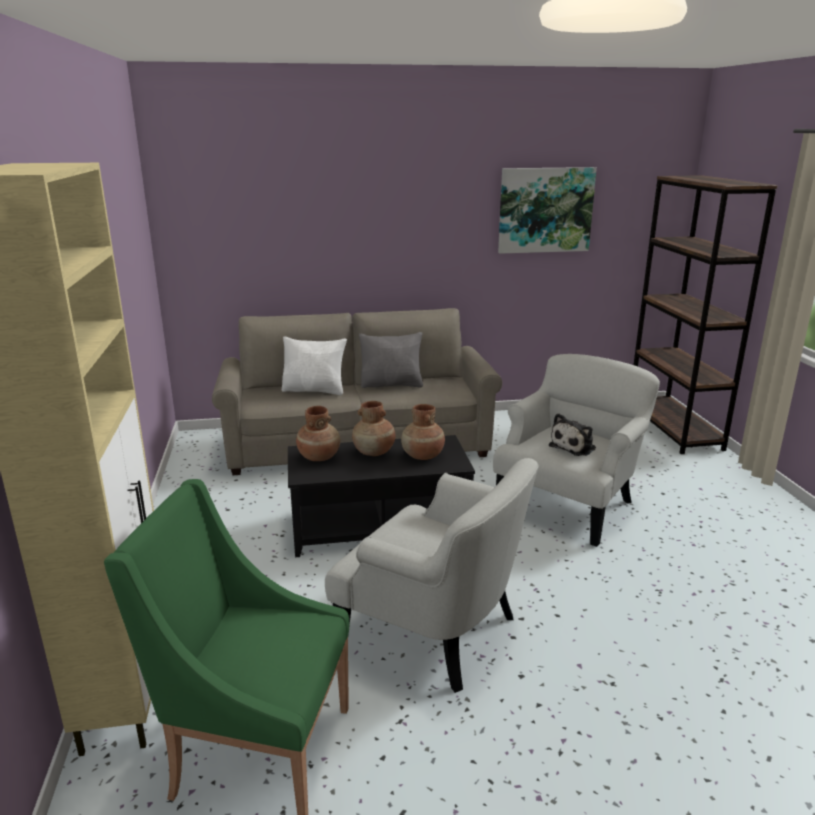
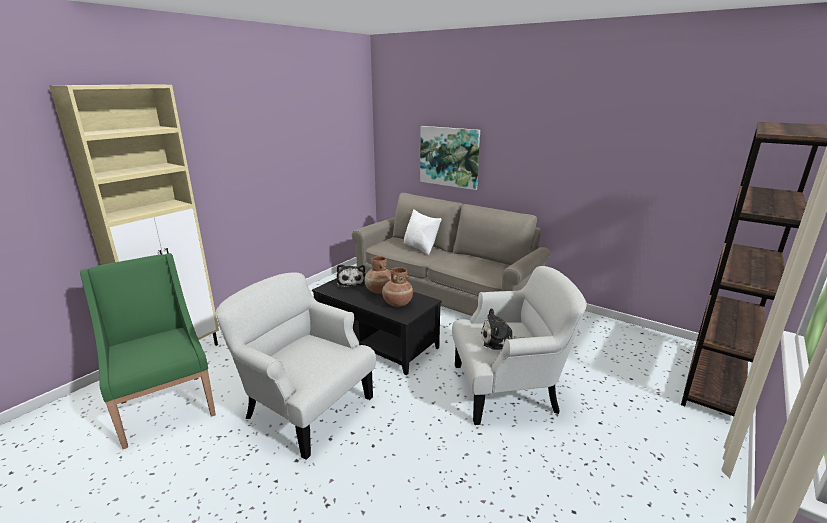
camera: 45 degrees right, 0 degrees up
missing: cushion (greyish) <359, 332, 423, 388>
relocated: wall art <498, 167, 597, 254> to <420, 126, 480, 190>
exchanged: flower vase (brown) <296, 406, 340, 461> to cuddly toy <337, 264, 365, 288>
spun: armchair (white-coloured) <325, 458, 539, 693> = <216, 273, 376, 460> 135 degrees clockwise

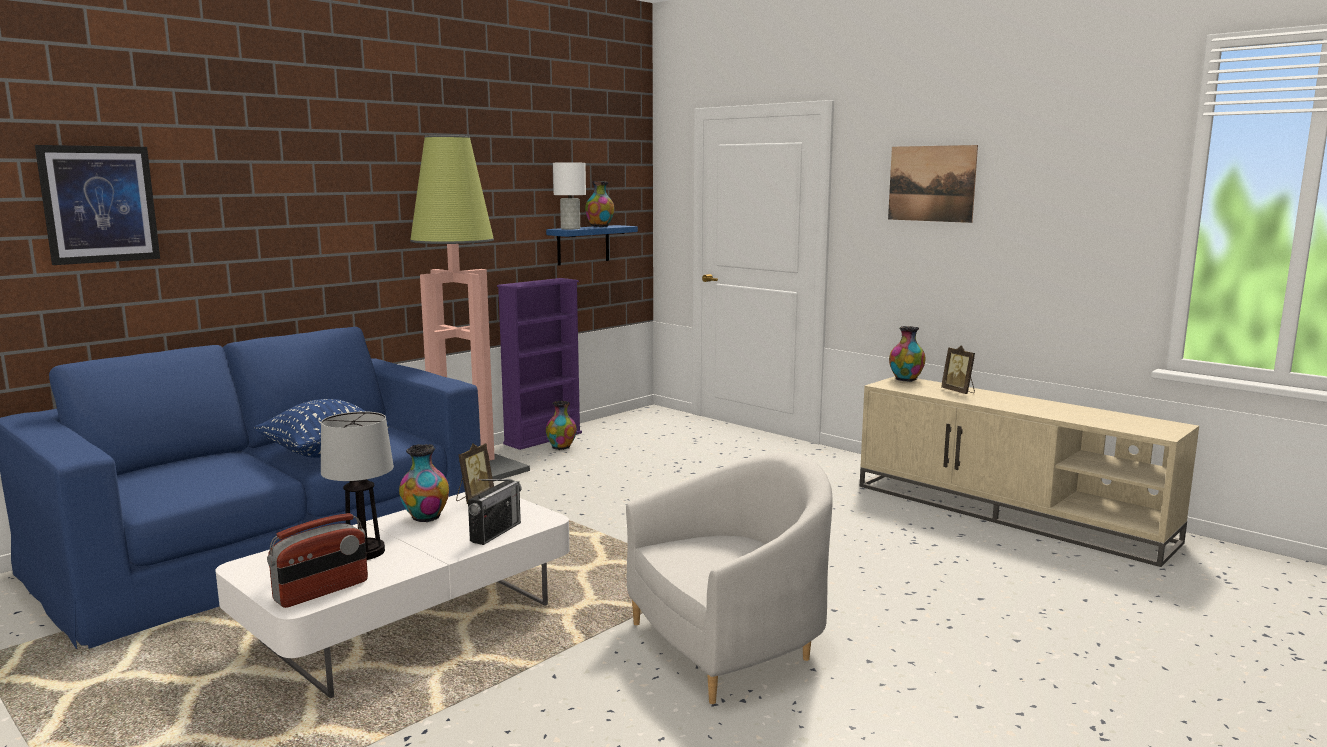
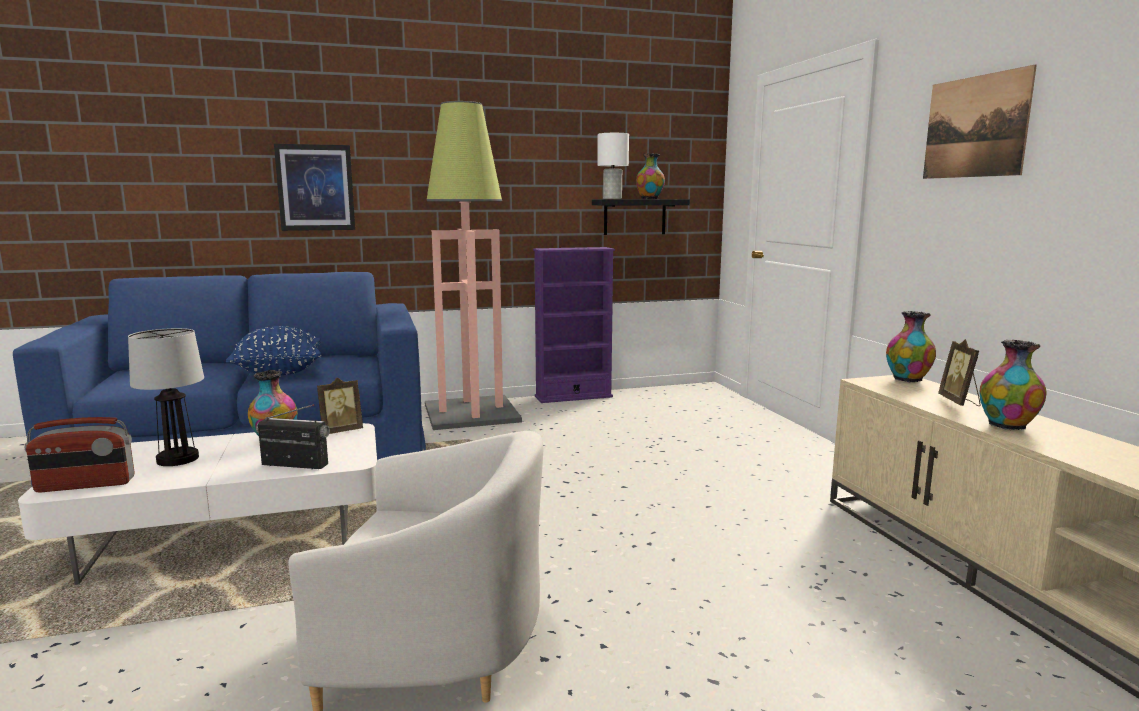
camera: 30 degrees right, 0 degrees up
relocated: wall art <35, 145, 160, 265> to <274, 144, 355, 231>; flower vase <546, 401, 577, 450> to <980, 340, 1046, 430>
colour: shelf (bluish) <546, 225, 638, 266> to shelf (black-coloured) <592, 199, 690, 235>
spun: radio <468, 479, 522, 545> = <256, 404, 330, 469> 135 degrees counterclockwise

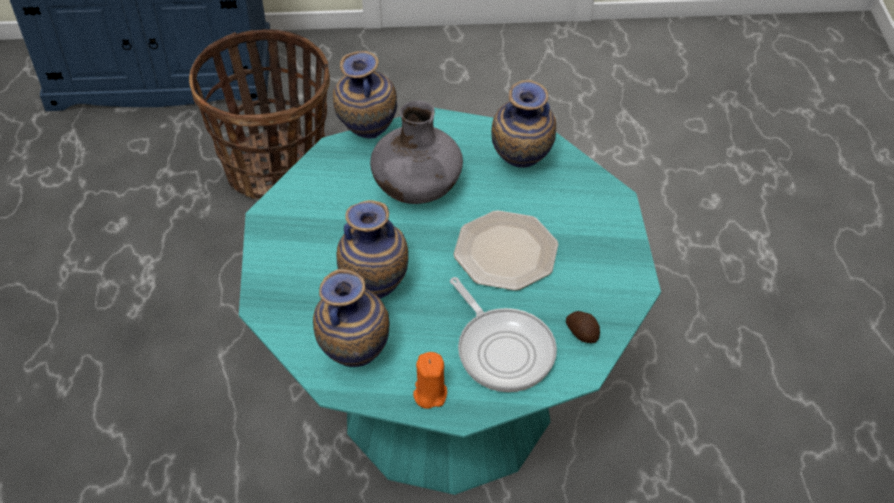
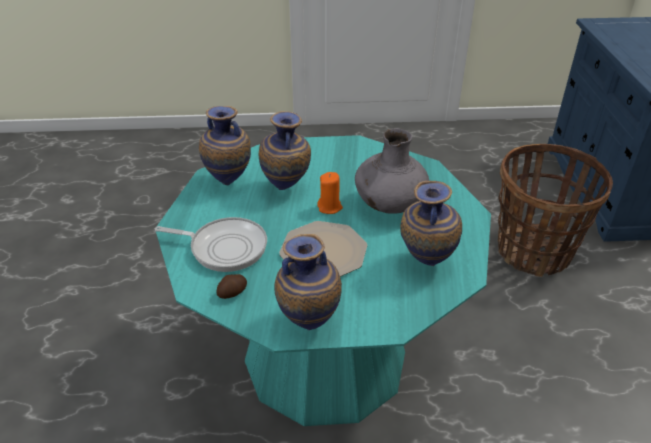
camera: 90 degrees right, 10 degrees down
relocated: flower vase <333, 51, 397, 138> to <274, 234, 342, 330>; candle (orange-coloured) <413, 352, 447, 409> to <318, 172, 343, 214>
spun: frying pan <450, 277, 557, 392> = <155, 217, 267, 272> 135 degrees counterclockwise

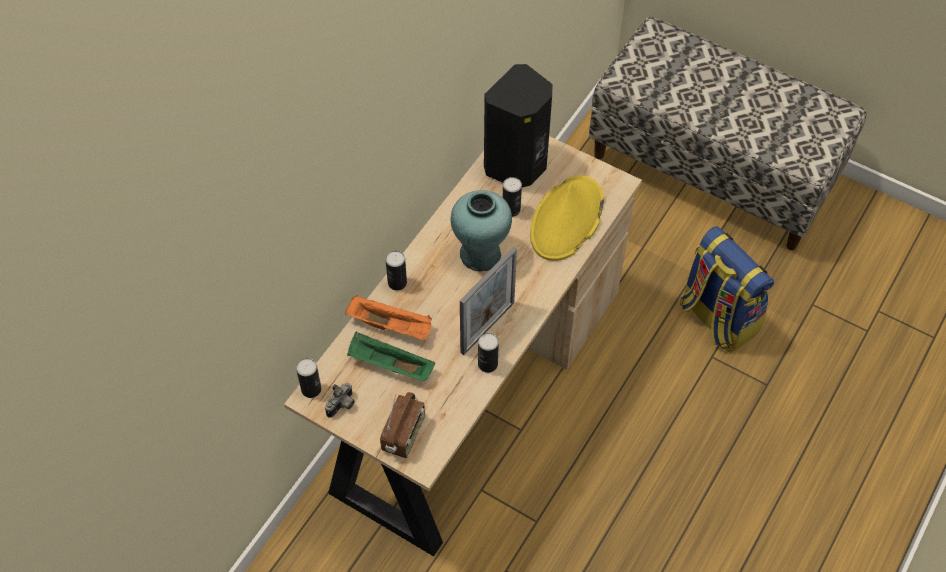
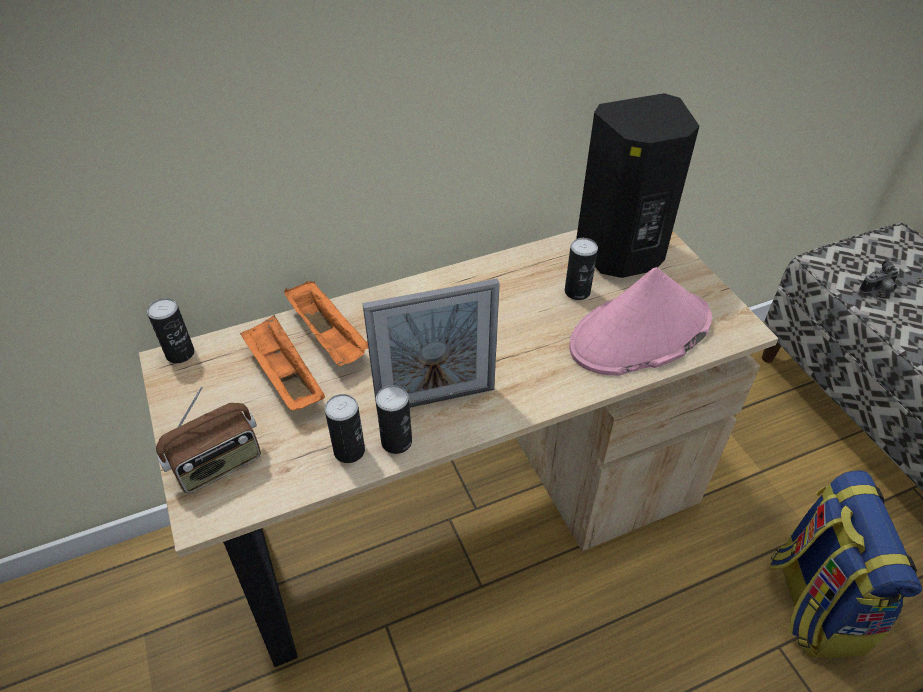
camera: 35 degrees right, 10 degrees down
missing: flower vase (blue-green) <451, 190, 512, 272>
relocated: still camera <325, 383, 355, 418> to <859, 259, 899, 293>; metal can <385, 250, 407, 290> to <325, 394, 365, 463>
colour: serving tray (greenish) <347, 332, 435, 381> to serving tray (orange-coloured) <240, 315, 325, 411>; wearable hat (yellowish) <530, 175, 604, 261> to wearable hat (pink-coloured) <569, 267, 712, 375>

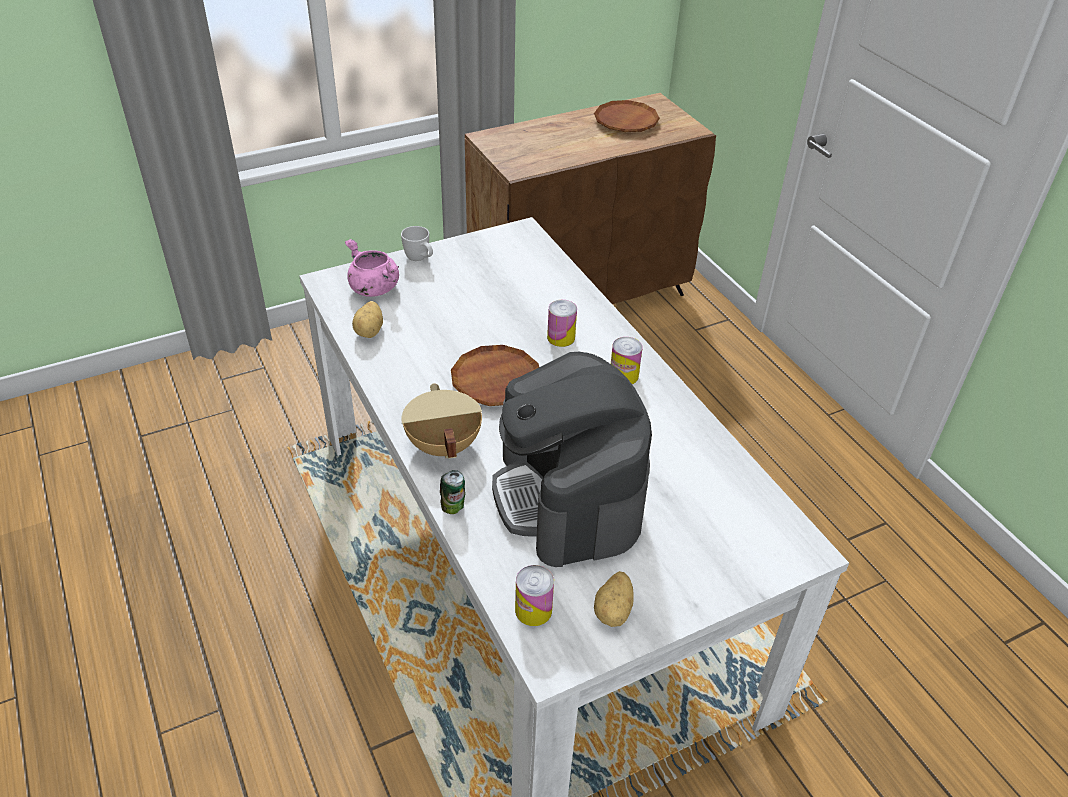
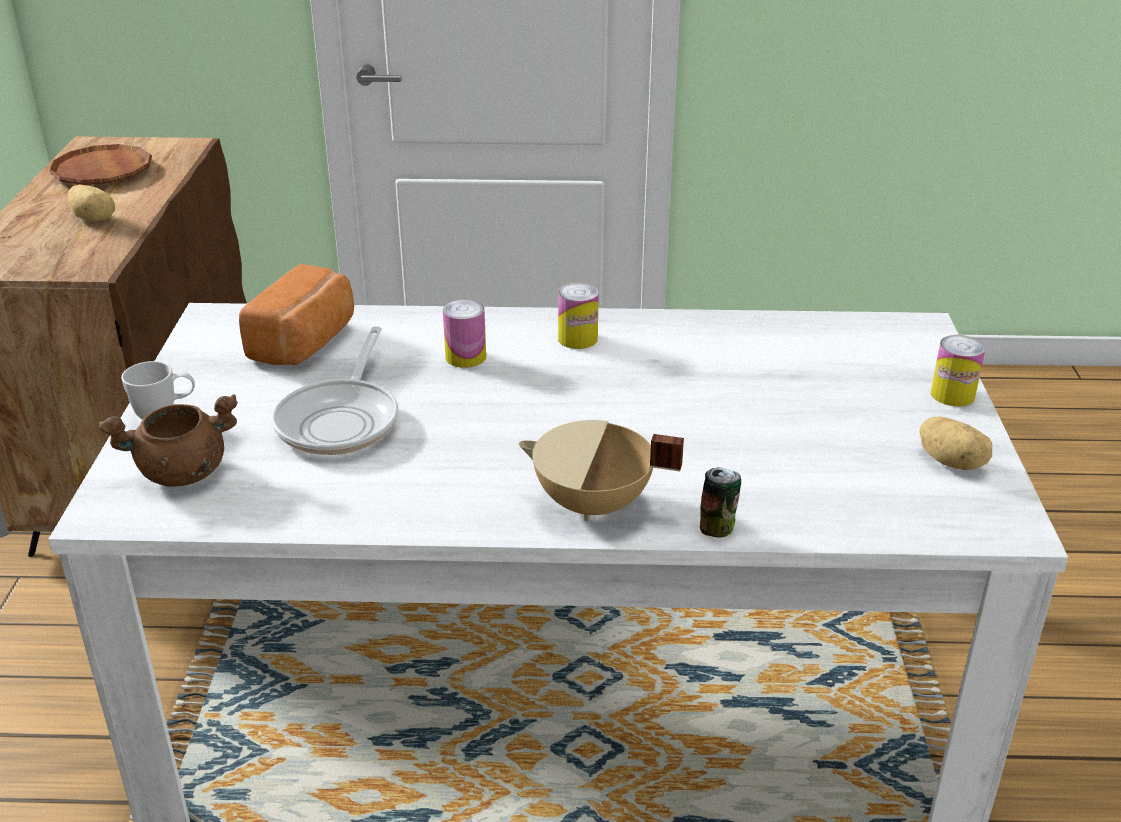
camera: 60 degrees left, 10 degrees down
missing: plate (brown) <451, 345, 539, 406>; coffee maker <492, 352, 652, 567>
appeared: bread <239, 264, 354, 365>; frying pan <272, 326, 398, 455>
relocated: whole potato <352, 301, 383, 338> to <68, 185, 115, 221>; metal can <515, 565, 554, 626> to <931, 335, 985, 407>
colour: saucepot (pink-coloured) <345, 239, 399, 297> to saucepot (brown) <99, 394, 238, 487>

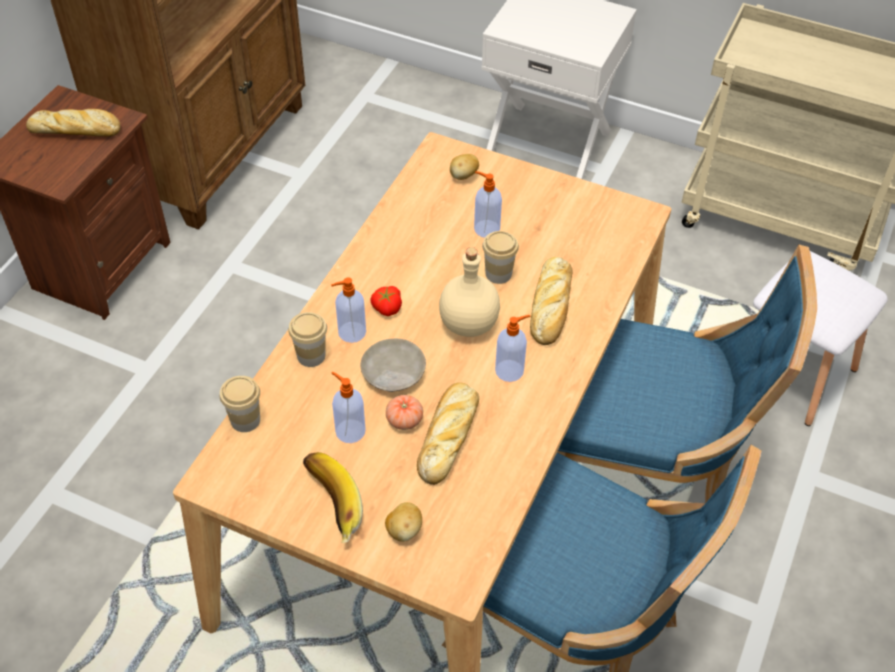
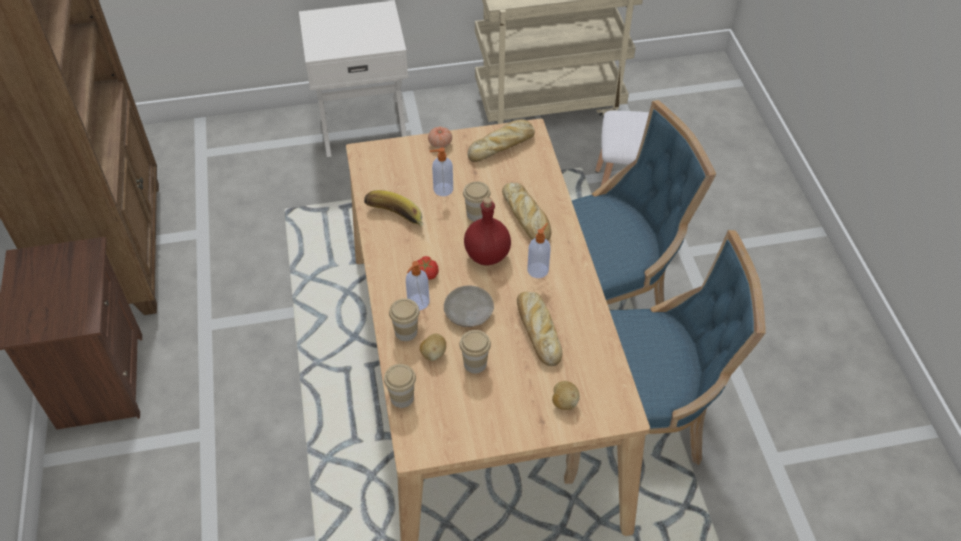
camera: 35 degrees left, 0 degrees up
relocated: bread <26, 109, 121, 137> to <467, 120, 535, 162>; banana <303, 452, 363, 543> to <364, 190, 424, 226>; fresh tomato <386, 395, 423, 430> to <428, 127, 452, 148>; whole potato <450, 154, 479, 180> to <420, 334, 446, 361>
exchanged: soap dispenser <332, 372, 366, 443> to cup <460, 330, 491, 373>
colour: drink bottle (sand-coloured) <439, 247, 500, 337> to drink bottle (reddish) <464, 197, 511, 265>

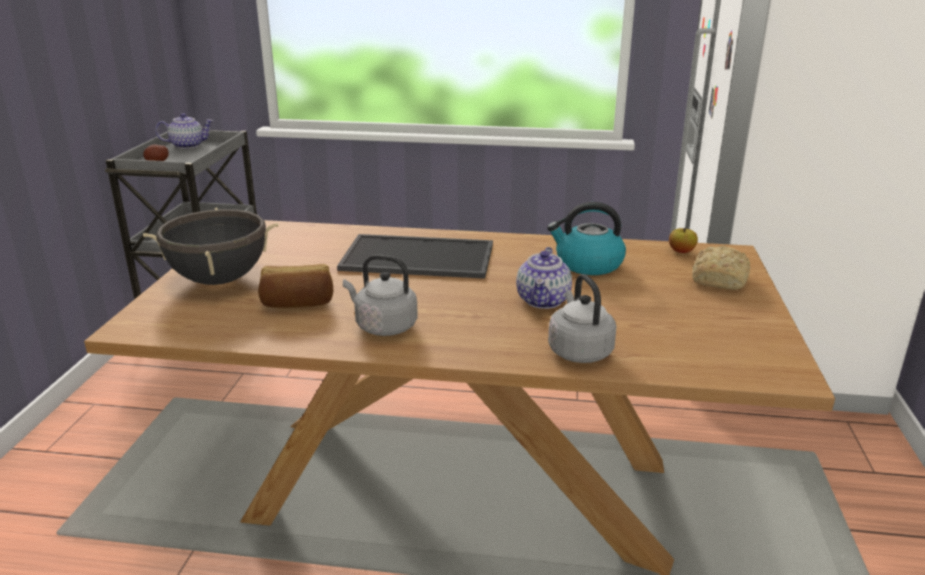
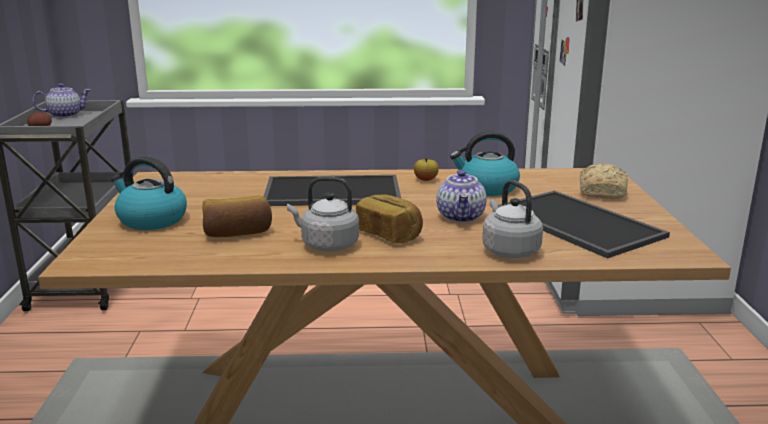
camera: 10 degrees left, 5 degrees down
appeared: bread <356, 195, 423, 244>; serving tray <498, 191, 670, 259>
relocated: apple fruit <669, 228, 698, 253> to <414, 158, 439, 181>
exchanged: saucepot (black-coloured) <143, 207, 279, 285> to kettle <111, 156, 187, 230>

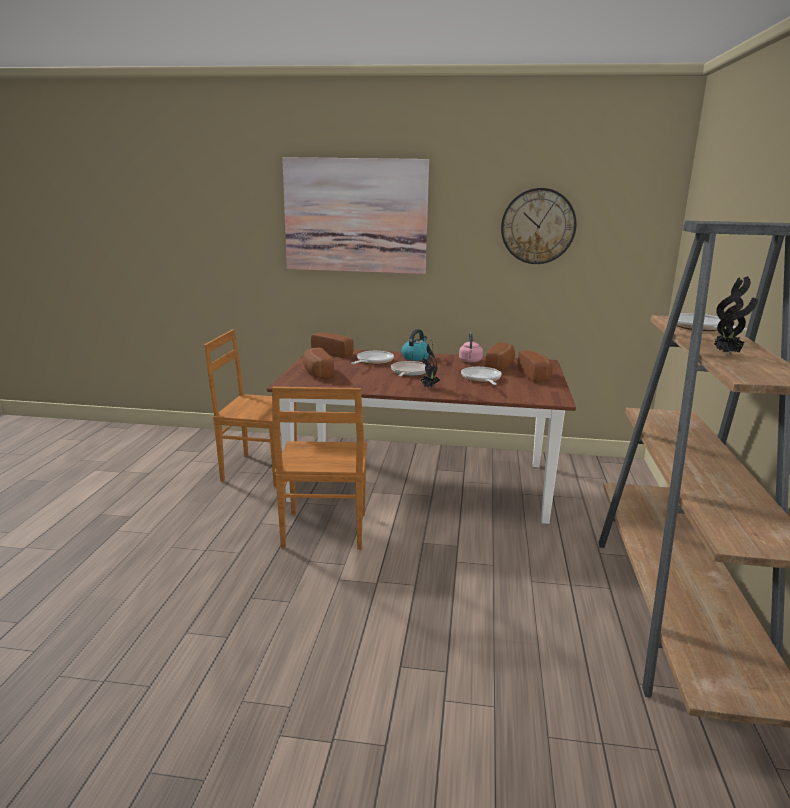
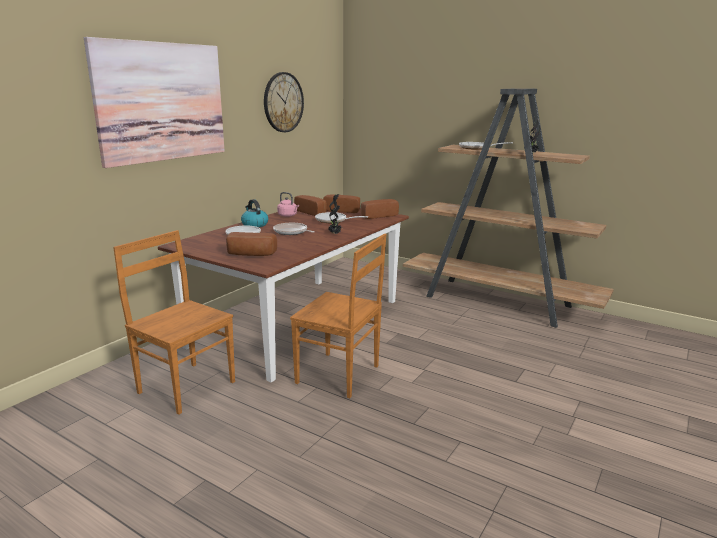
camera: 65 degrees left, 0 degrees up
relocated: bread <311, 333, 354, 358> to <361, 199, 399, 219>
spun: plain chair (brown) <204, 329, 297, 487> = <113, 230, 235, 414> 90 degrees clockwise

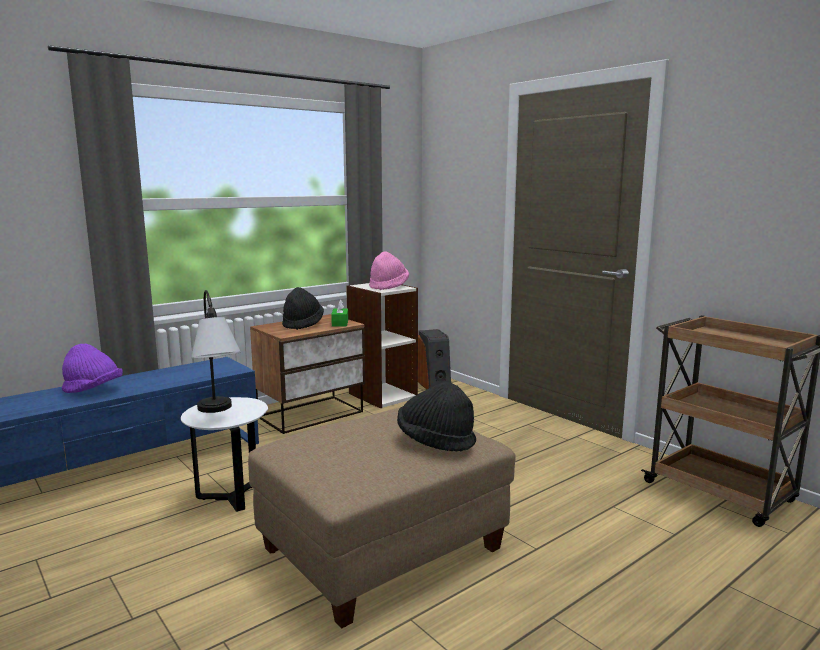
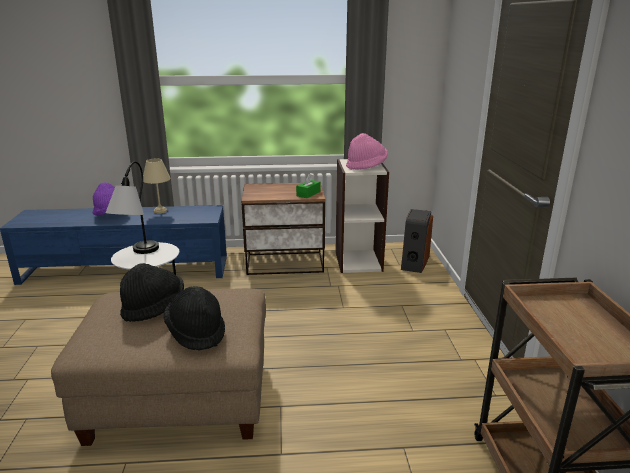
camera: 35 degrees right, 10 degrees up
appeared: table lamp (sand-coloured) <143, 158, 171, 214>
relocated: wearable hat (black-coloured) <282, 287, 324, 330> to <120, 263, 184, 322>

